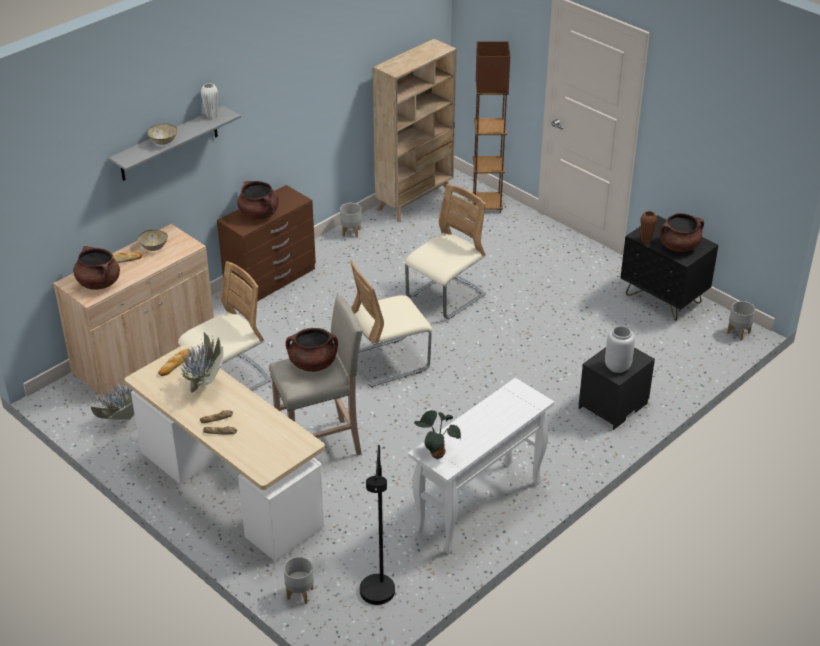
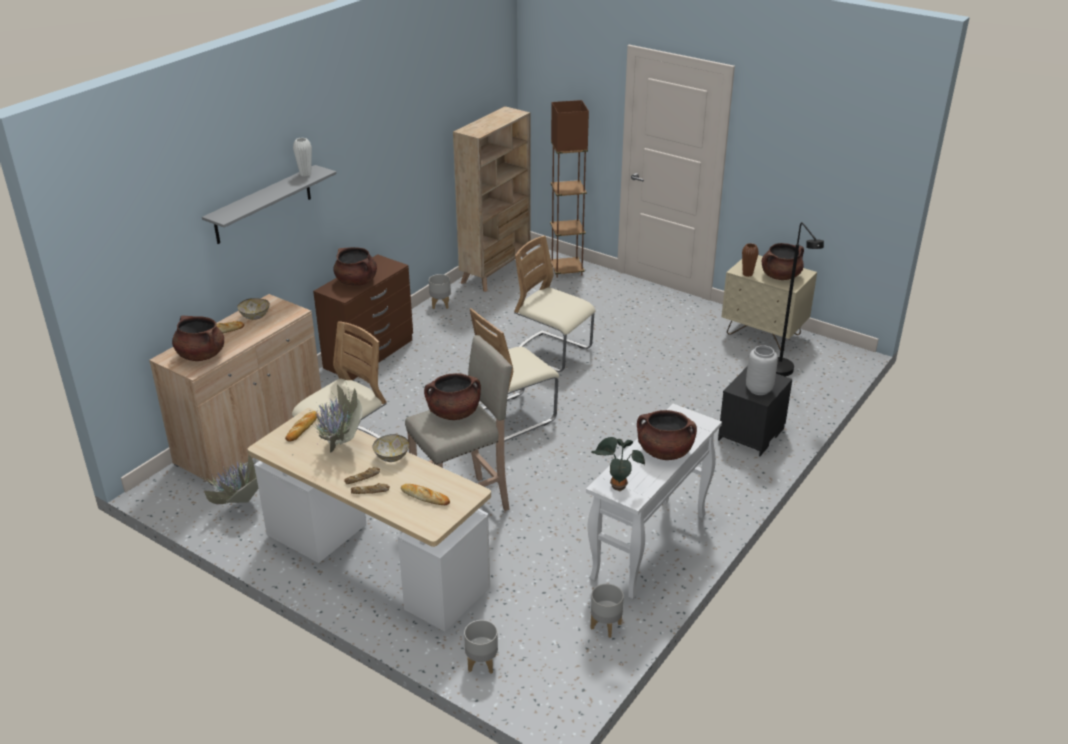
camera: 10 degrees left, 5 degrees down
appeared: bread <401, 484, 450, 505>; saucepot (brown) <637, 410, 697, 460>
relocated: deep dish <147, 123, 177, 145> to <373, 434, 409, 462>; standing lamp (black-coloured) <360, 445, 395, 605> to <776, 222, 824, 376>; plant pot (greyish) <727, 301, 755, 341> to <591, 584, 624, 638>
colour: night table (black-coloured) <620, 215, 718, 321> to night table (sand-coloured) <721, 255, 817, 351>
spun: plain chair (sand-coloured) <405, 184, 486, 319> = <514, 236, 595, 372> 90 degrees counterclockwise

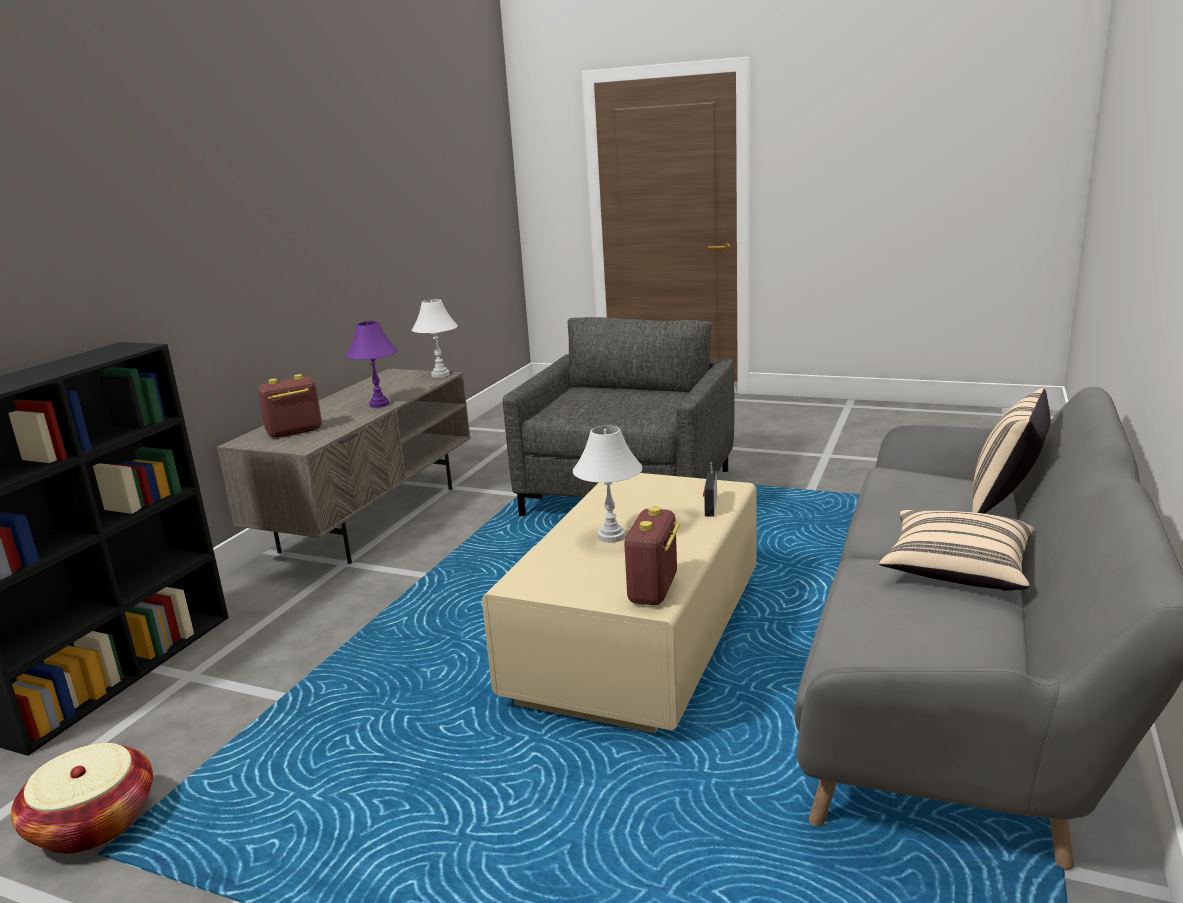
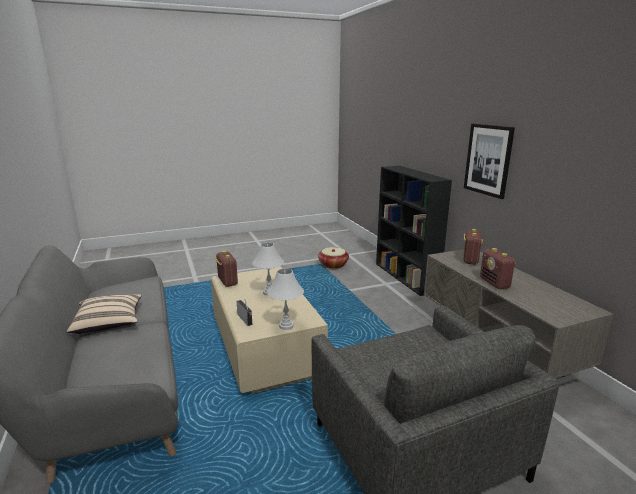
camera: 135 degrees right, 0 degrees up
missing: cushion (sand-coloured) <972, 388, 1051, 514>
appeared: wall art <464, 124, 515, 199>
relocated: table lamp (white-coloured) <412, 299, 458, 378> to <267, 268, 304, 330>
exchanged: table lamp (purplish) <346, 321, 398, 408> to radio <480, 248, 516, 289>

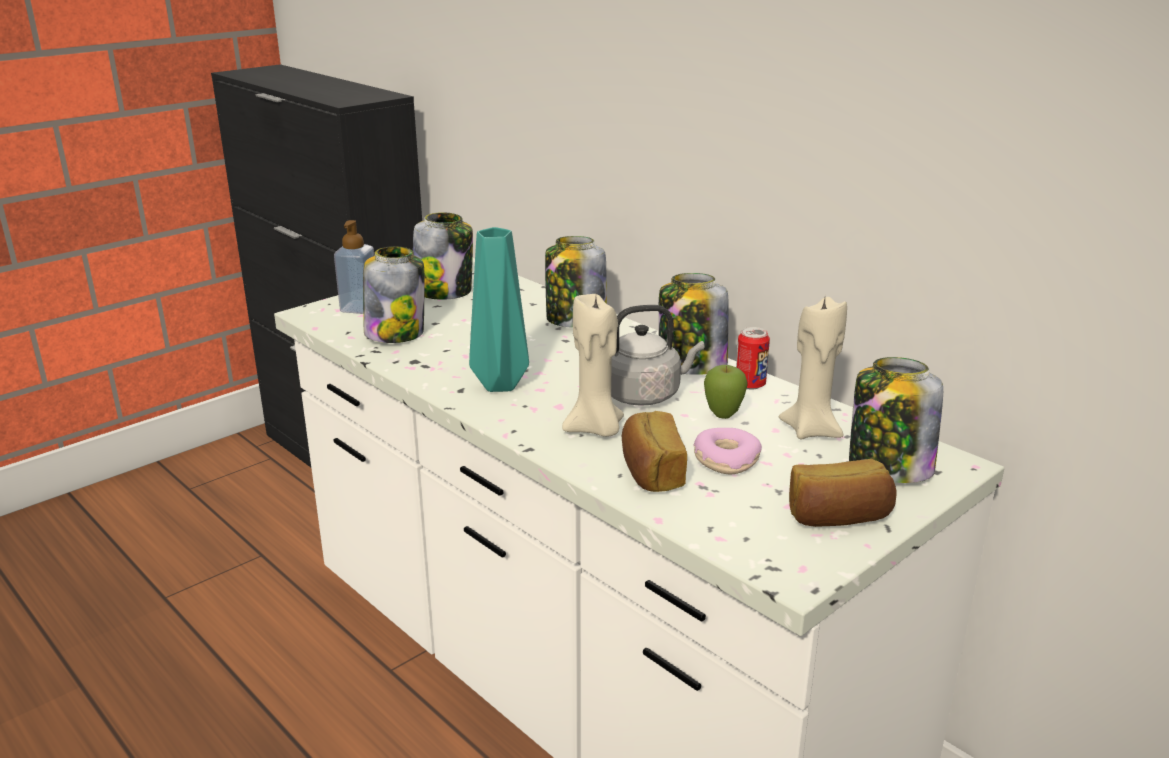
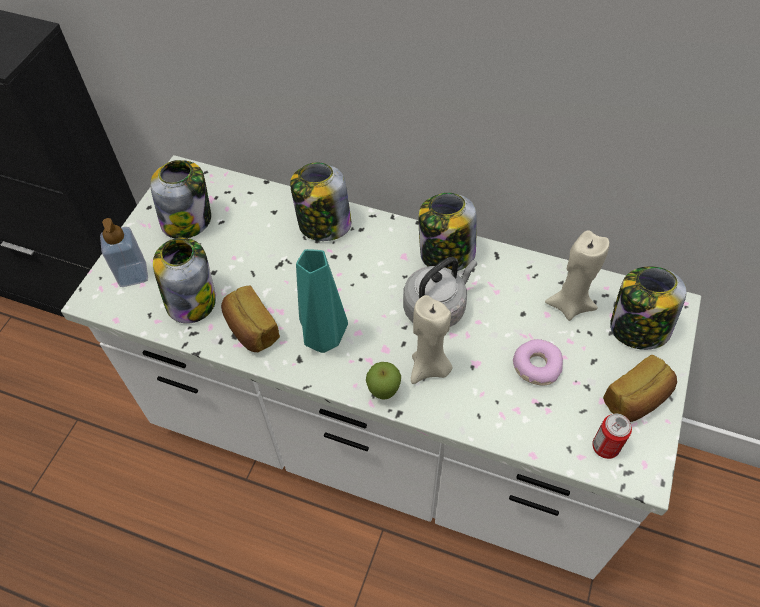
camera: 25 degrees left, 30 degrees up
relocated: bread <622, 411, 687, 492> to <221, 286, 280, 352>; apple fruit <704, 365, 747, 419> to <366, 362, 401, 400>; metal can <736, 327, 770, 390> to <592, 414, 632, 459>

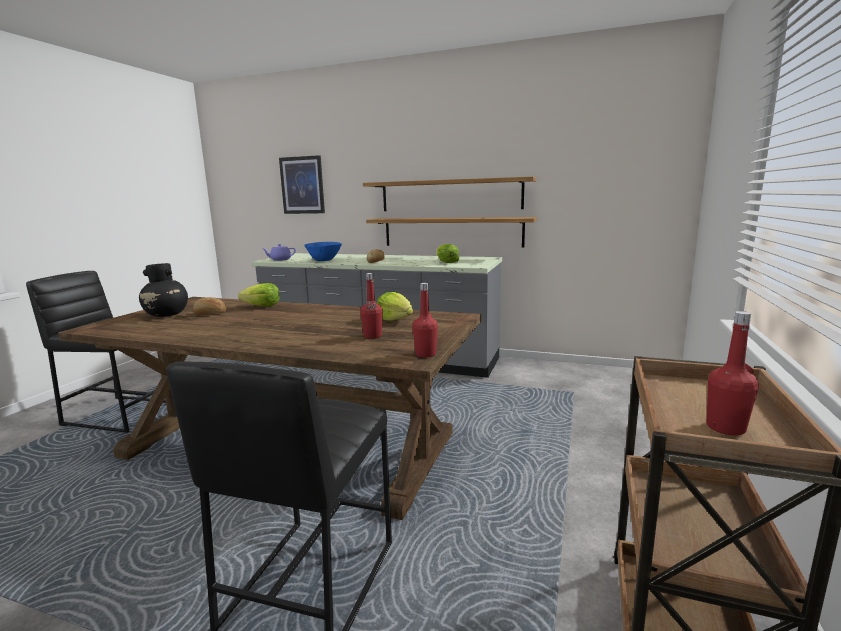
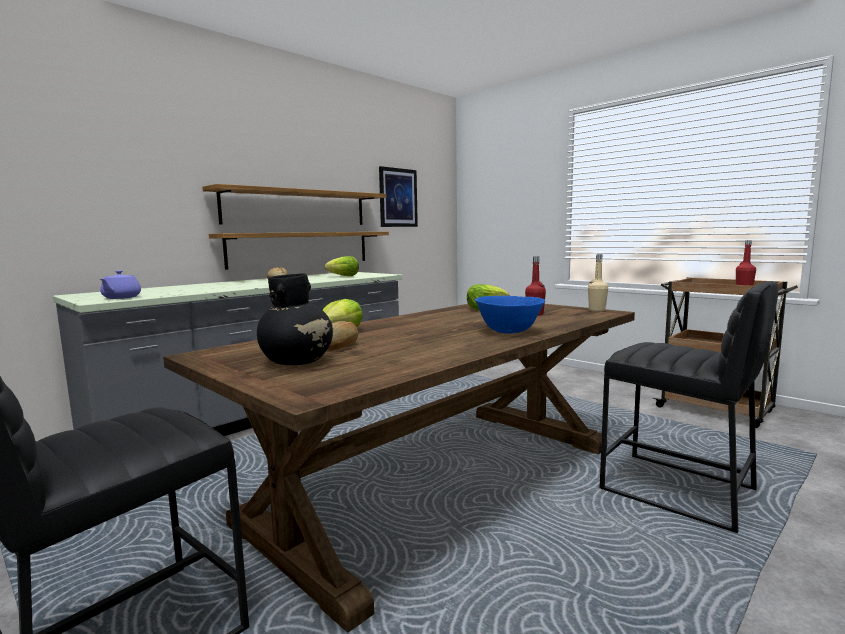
camera: 65 degrees left, 5 degrees down
relocated: wall art <279, 155, 325, 214> to <379, 166, 418, 227>; deep dish (bluish) <304, 242, 342, 261> to <475, 296, 545, 334>
colour: drink bottle (reddish) <413, 283, 438, 357> to drink bottle (sand-coloured) <588, 254, 608, 311>

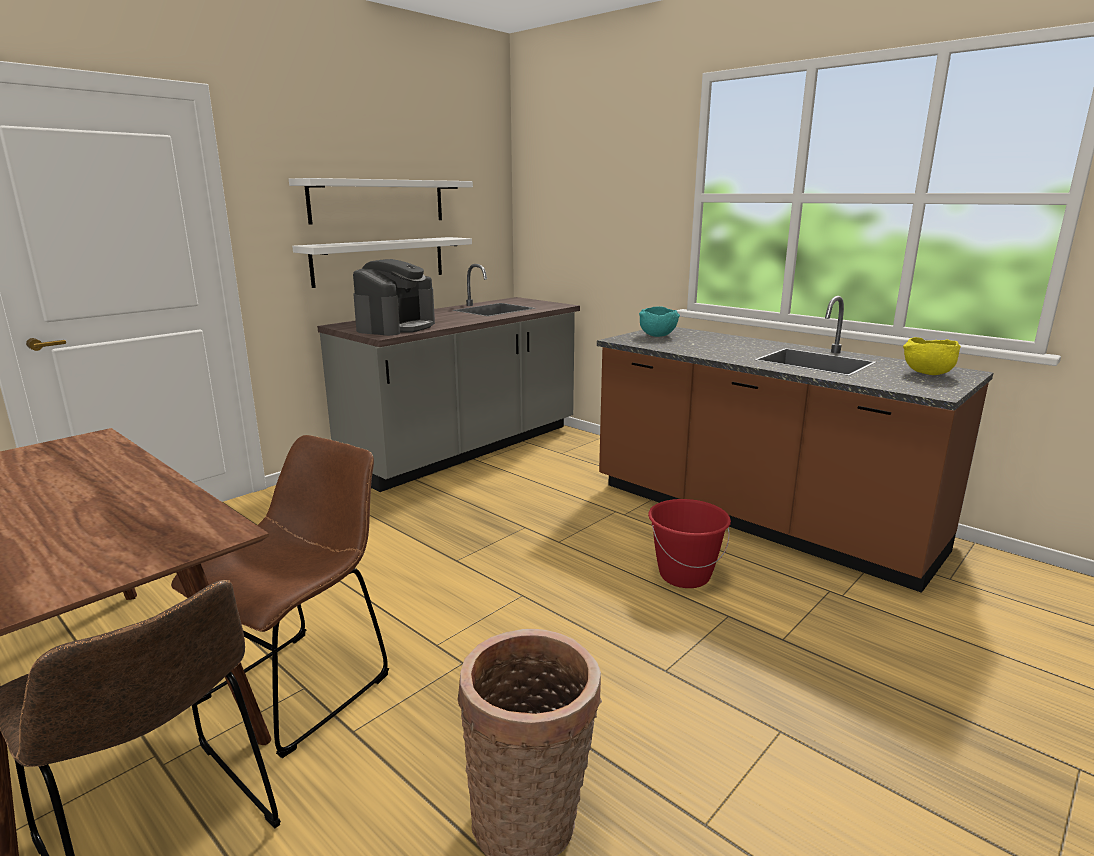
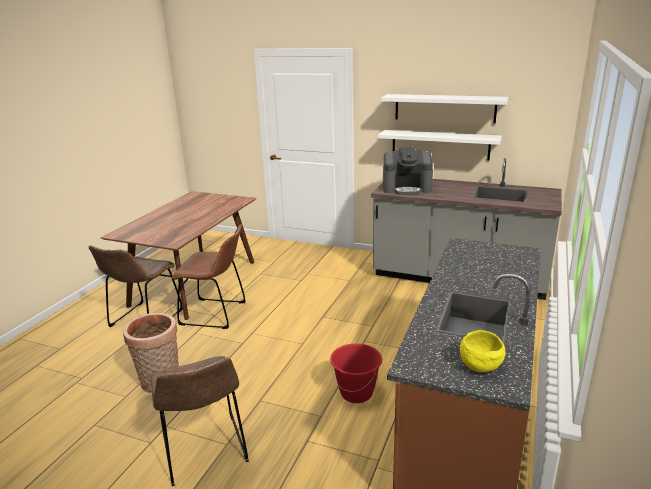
camera: 70 degrees right, 5 degrees up
missing: deep dish (blue-green) <639, 306, 680, 337>
appeared: plain chair (brown) <150, 356, 249, 486>

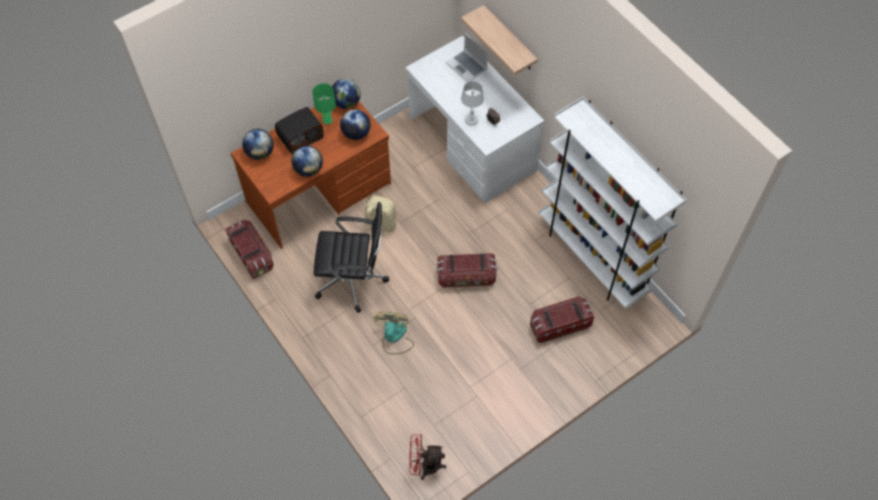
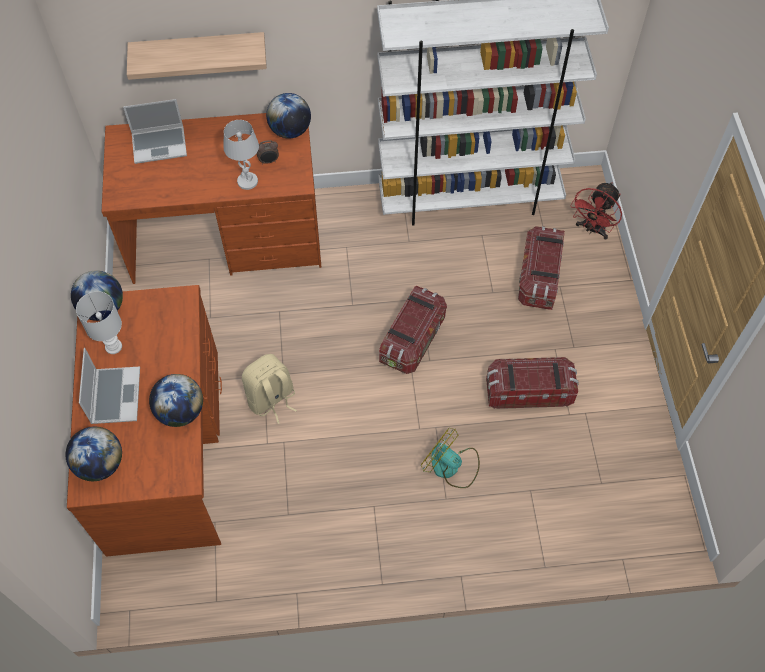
camera: 60 degrees left, 0 degrees up
missing: office chair (black-coloured) <314, 202, 389, 313>
relocated: storage container <226, 220, 274, 279> to <486, 357, 579, 409>; world globe <340, 109, 371, 140> to <266, 93, 311, 139>; fan (reddish) <409, 434, 446, 480> to <570, 182, 622, 240>
exchanged: radio <275, 107, 323, 154> to notebook computer <79, 348, 140, 424>
colour: table lamp (greenish) <312, 83, 336, 124> to table lamp (white-coloured) <76, 291, 122, 354>; desk unit (white-coloured) <405, 36, 544, 204> to desk unit (brown) <102, 113, 321, 284>

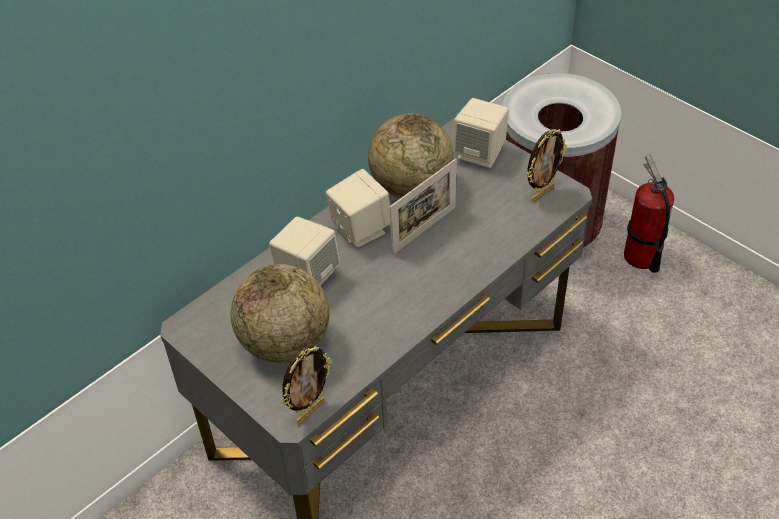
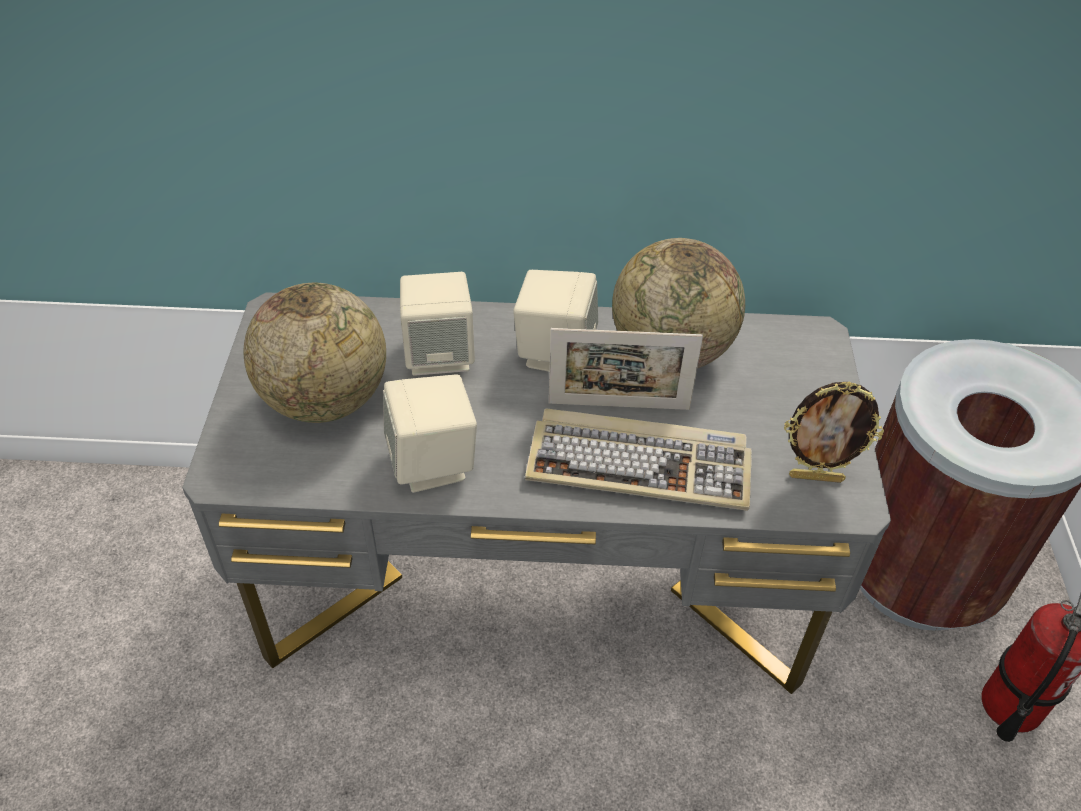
camera: 45 degrees right, 0 degrees up
missing: photo frame <282, 346, 332, 424>
appeared: computer keyboard <525, 408, 752, 511>
relocated: speaker (sand-coloured) <453, 98, 509, 168> to <383, 374, 477, 493>

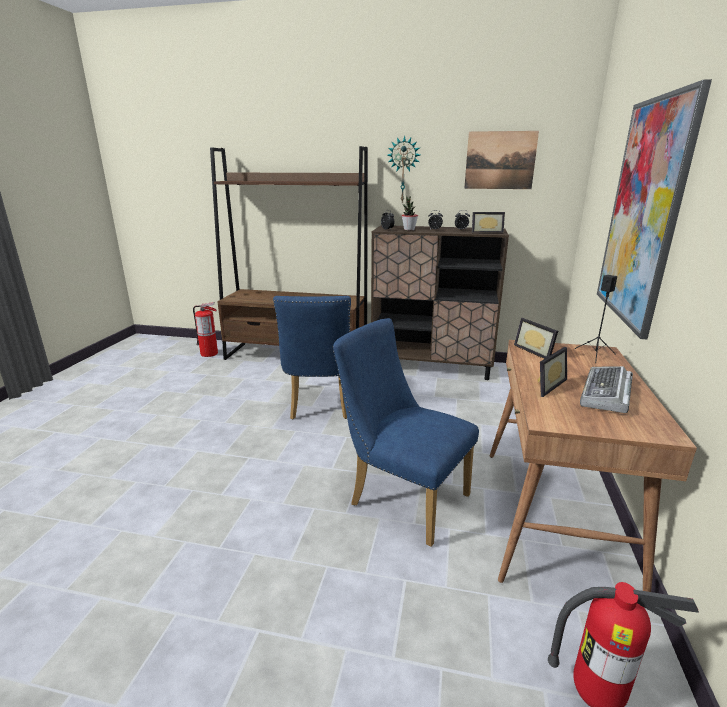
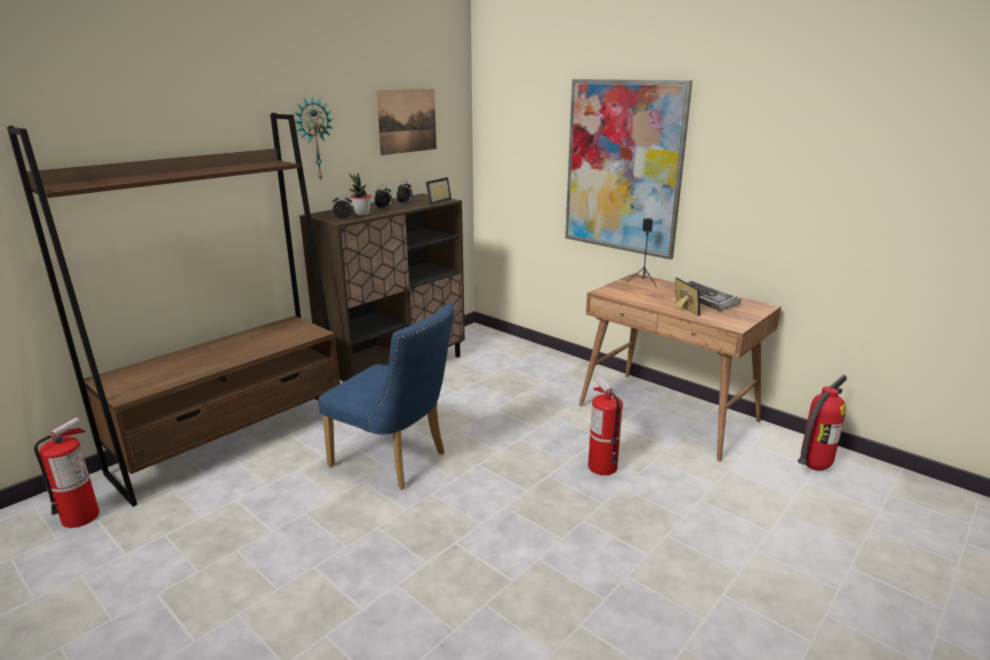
camera: 60 degrees left, 0 degrees up
missing: photo frame <514, 318, 558, 359>
exchanged: plain chair (bluish) <333, 318, 479, 547> to fire extinguisher <588, 377, 623, 475>

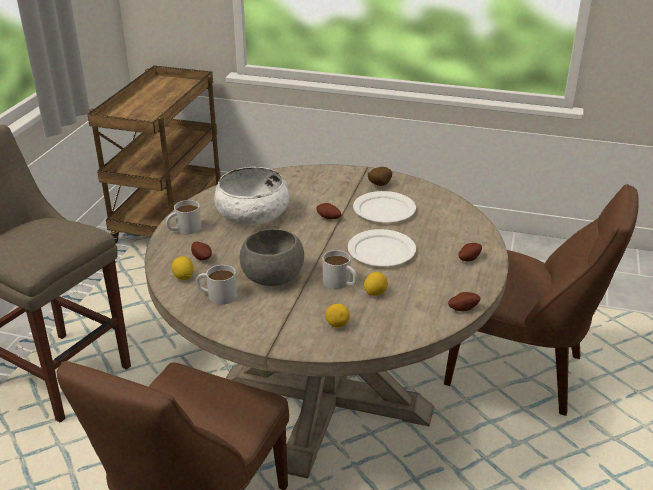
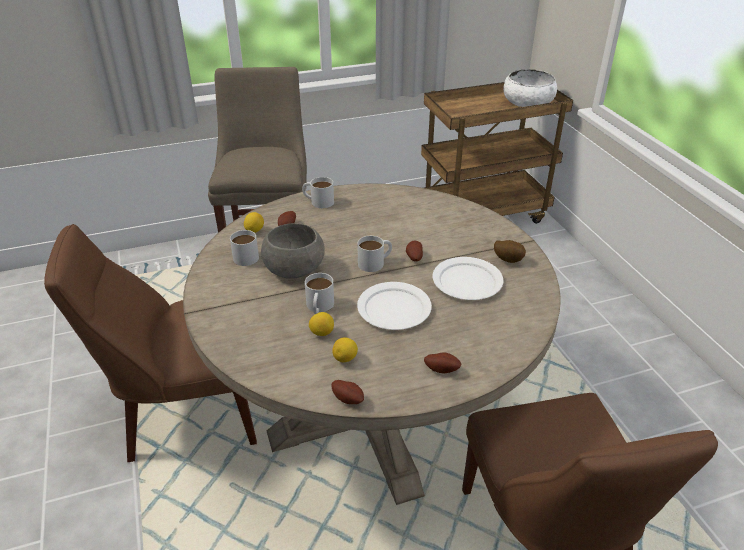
camera: 55 degrees right, 5 degrees up
appeared: tea mug (white-coloured) <357, 236, 392, 272>
relocated: deep dish (white-coloured) <214, 167, 290, 226> to <503, 69, 557, 107>; citrus fruit <326, 304, 350, 328> to <332, 337, 358, 362>

